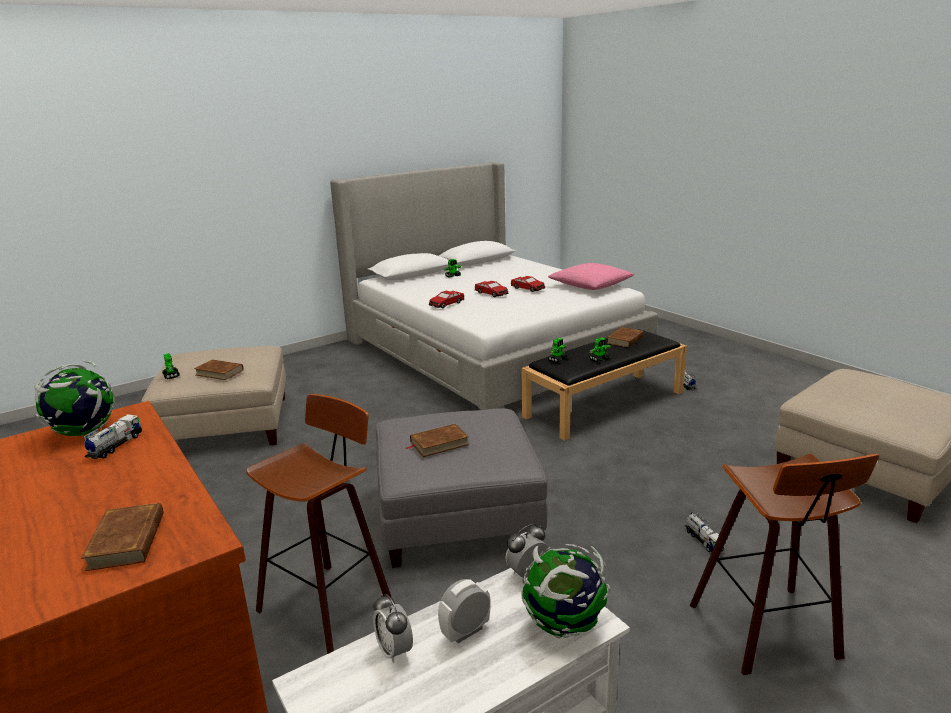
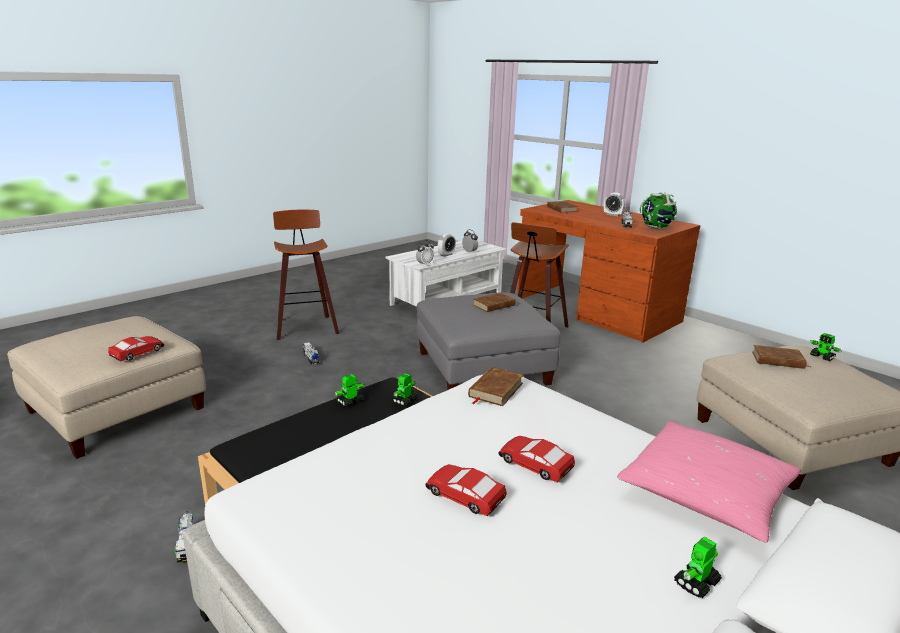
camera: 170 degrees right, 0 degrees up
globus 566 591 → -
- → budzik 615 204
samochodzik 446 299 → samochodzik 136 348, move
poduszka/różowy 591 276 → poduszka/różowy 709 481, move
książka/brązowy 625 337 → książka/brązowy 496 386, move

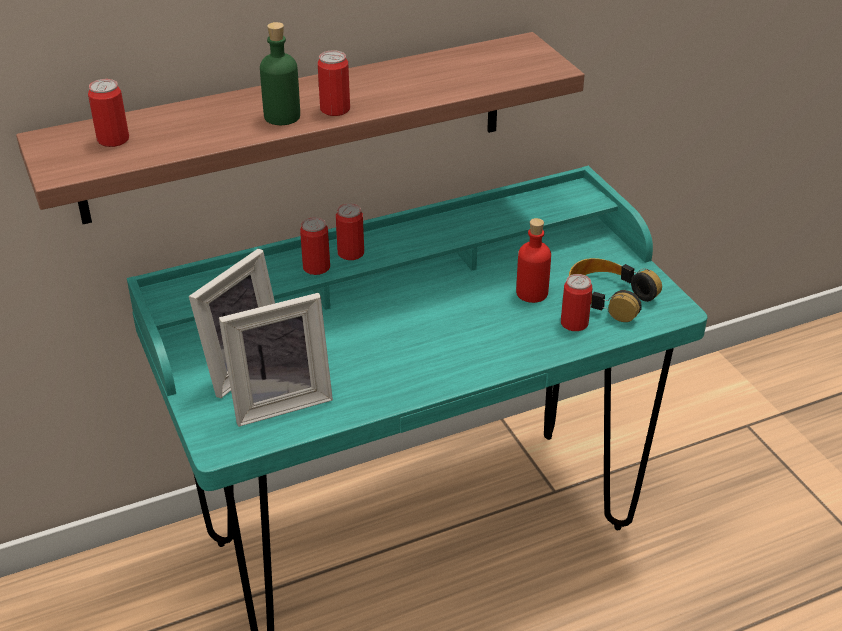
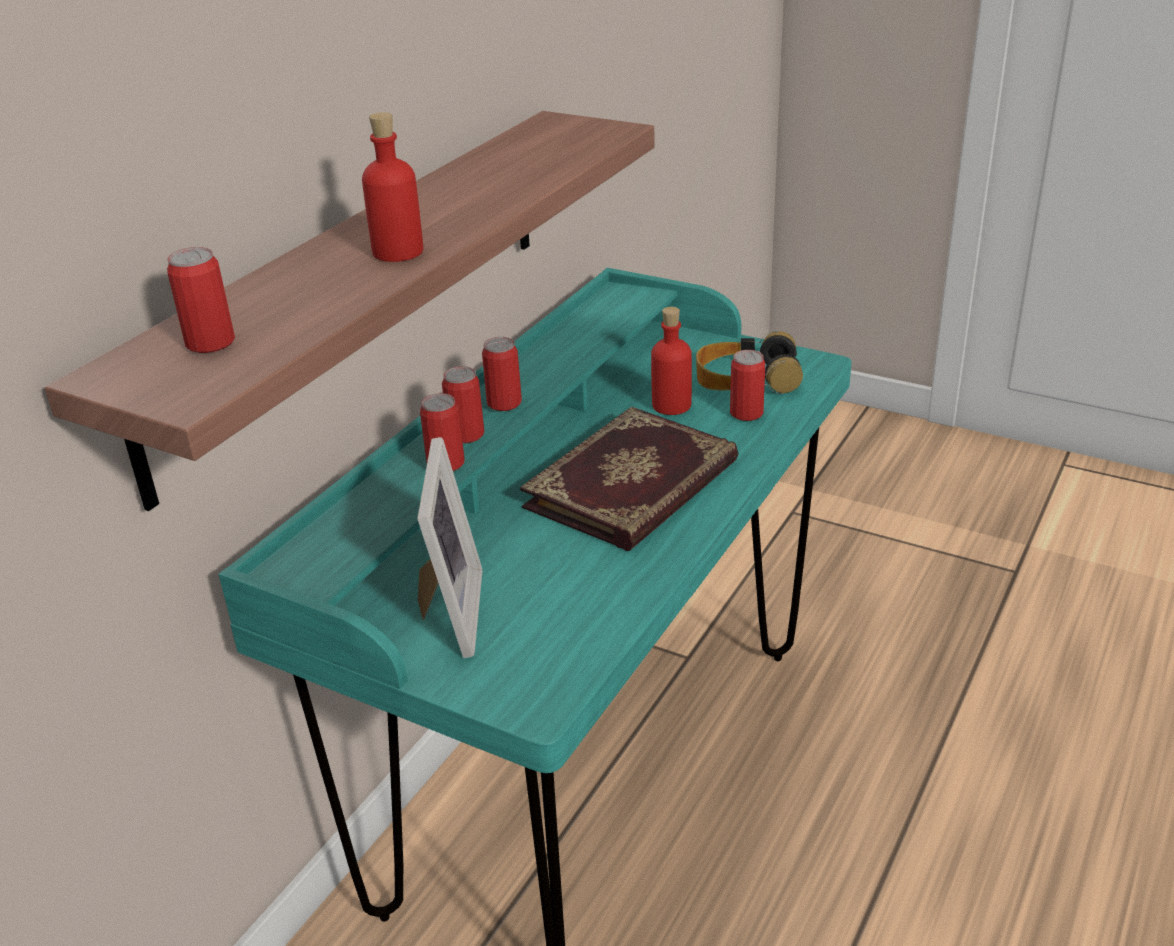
camera: 35 degrees left, 5 degrees down
ramka na zdjęcie 276 360 → -
- → książka 629 479
puszka 334 83 → puszka 502 374, move
butelka/zielony 280 73 → butelka/czerwony 392 187

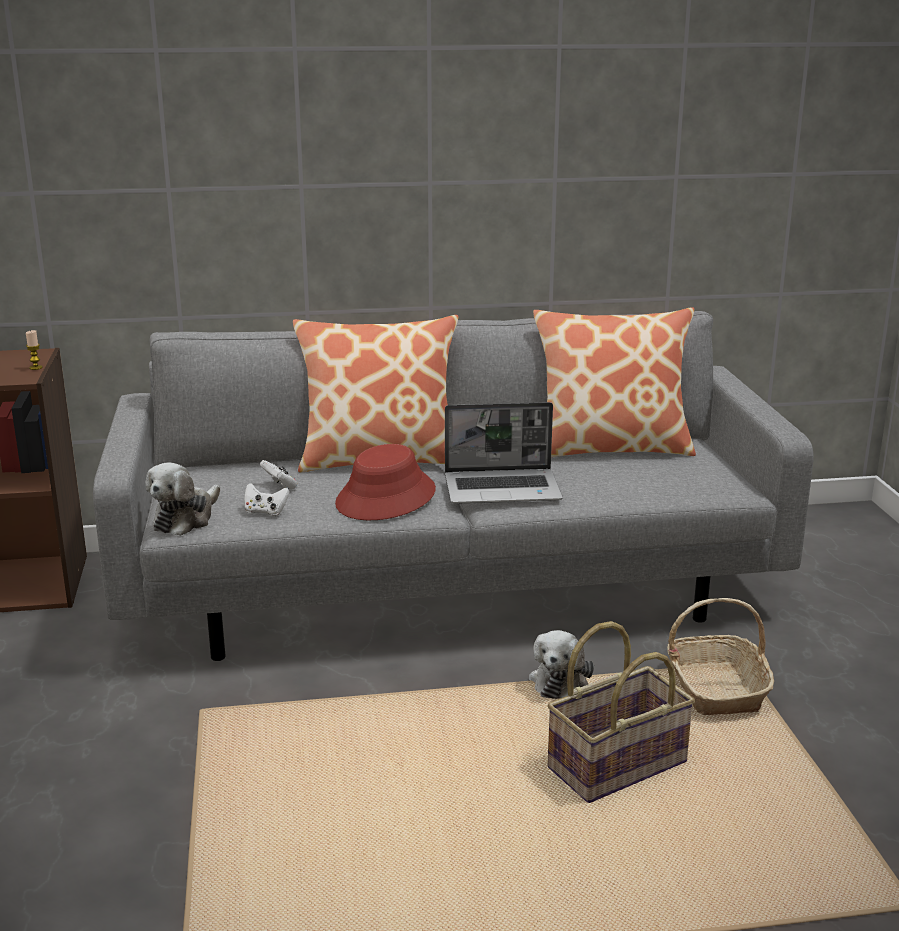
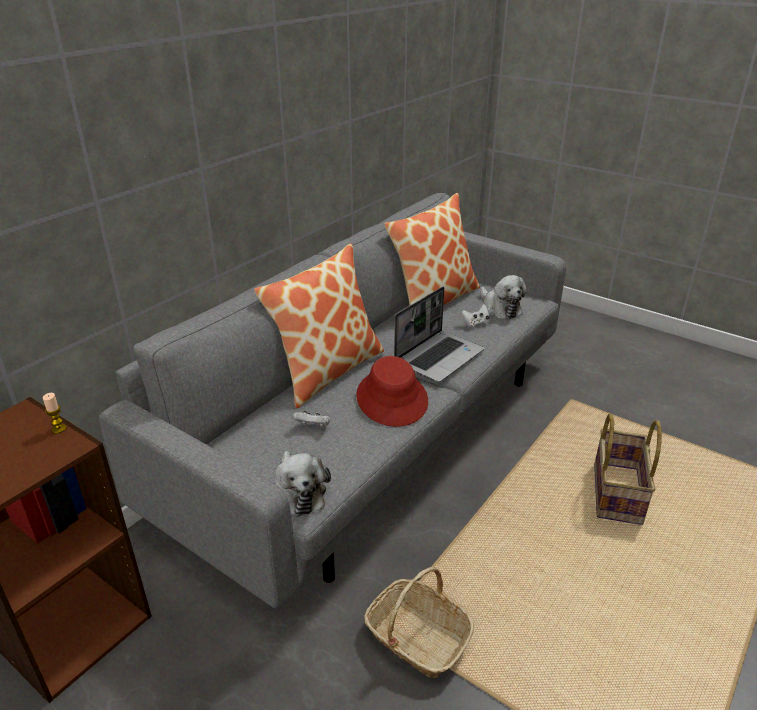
camera: 45 degrees left, 10 degrees up
pad do gier/biały 267 499 → pad do gier/biały 475 316, move
pluszak 561 664 → pluszak 503 297, move
koszyk 720 656 → koszyk 419 622, move

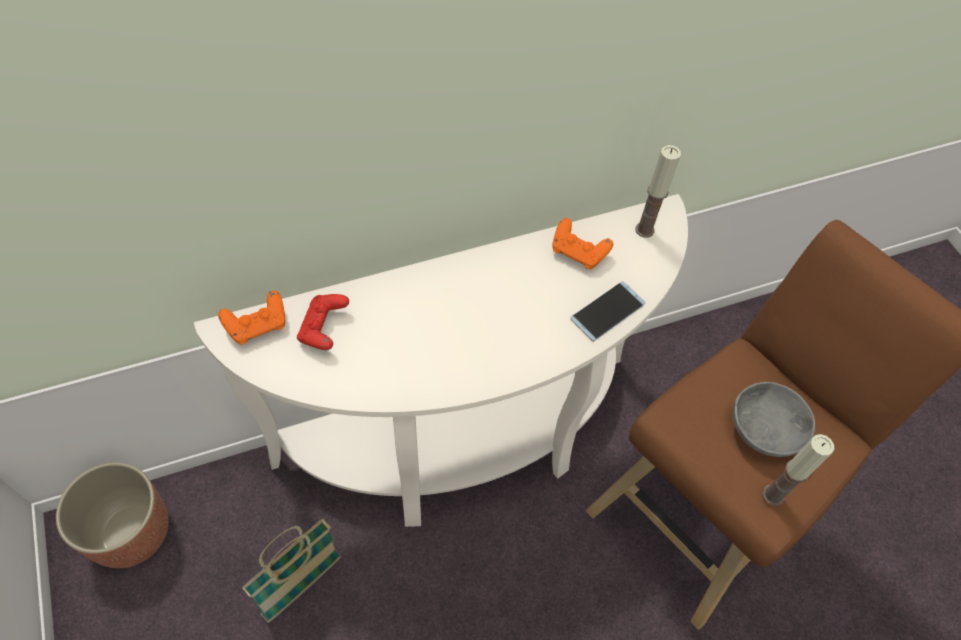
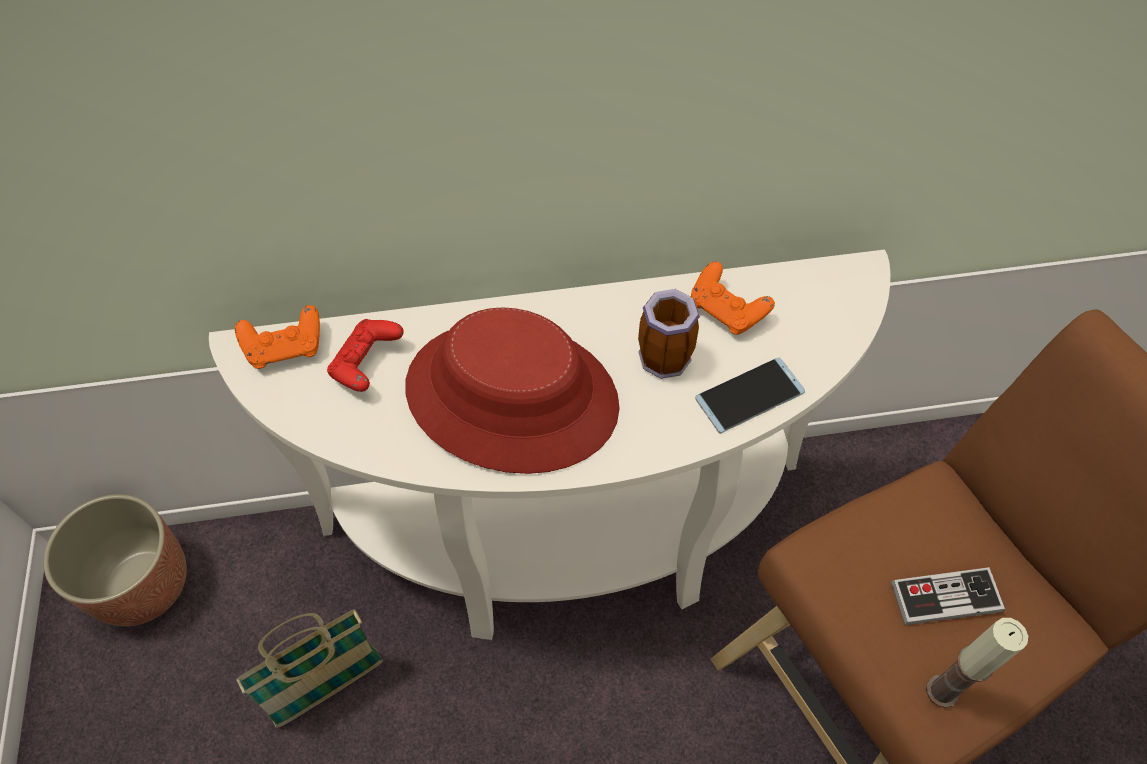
camera: 15 degrees right, 0 degrees up
świeca 658 191 → -
- → kapelusz/czerwony 512 390
- → kubek 669 334
miska/szary 774 419 → pad do gier 948 596

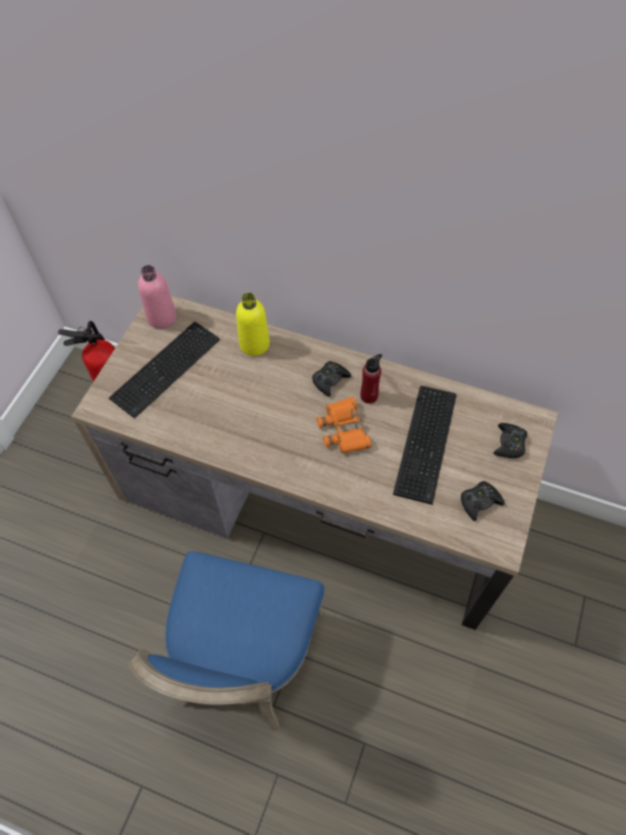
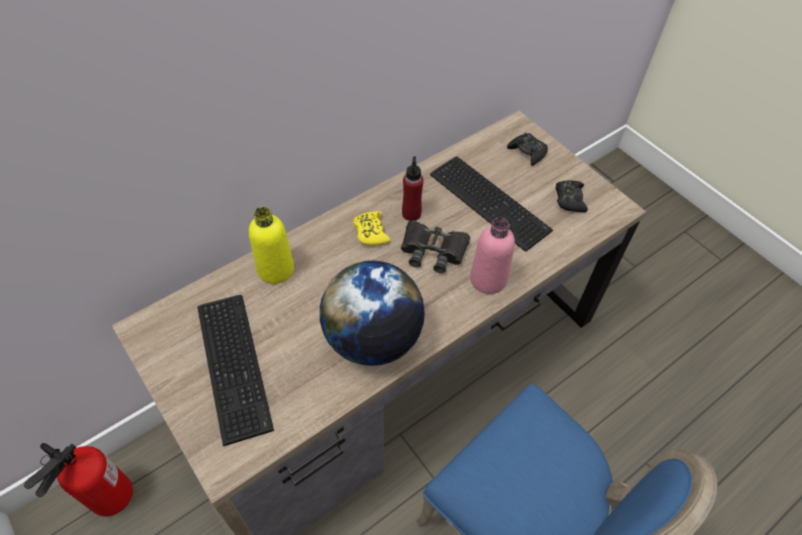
camera: 60 degrees left, 5 degrees down
- → globus 372 313
butelka/różowy 157 297 → butelka/różowy 492 255, move
pad do gier/czarny 331 379 → pad do gier/żółty 372 228
lornetka/pomarańczowy 344 425 → lornetka/czarny 435 247

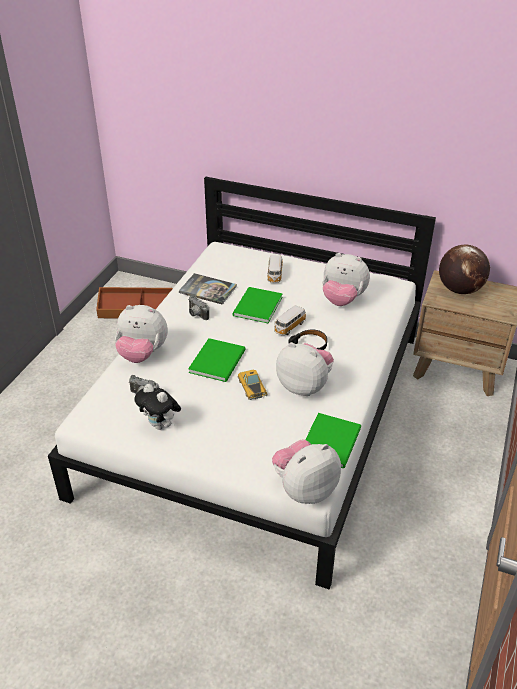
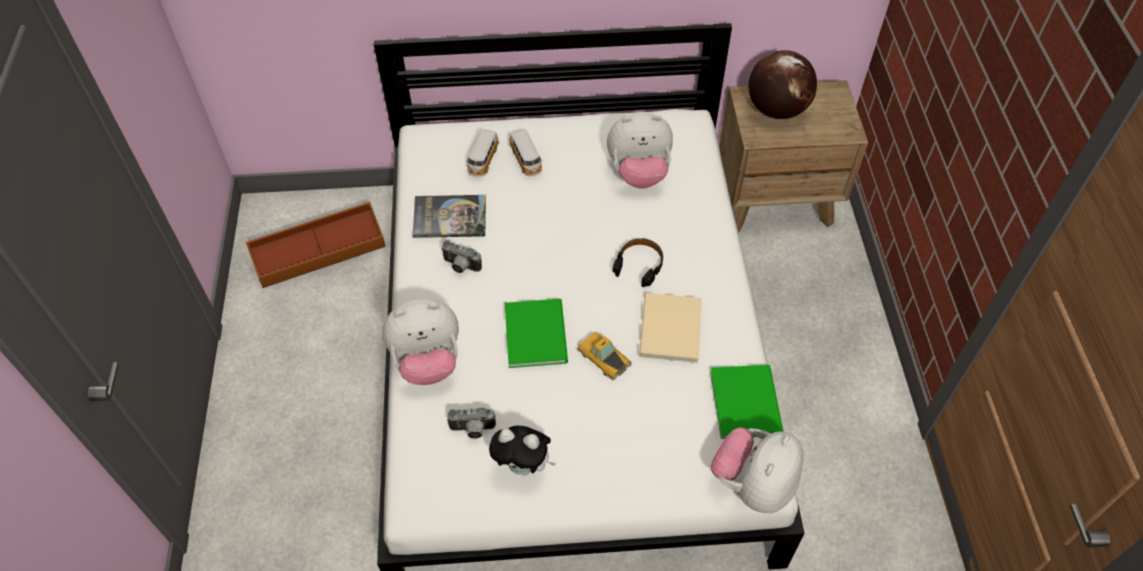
camera: 25 degrees left, 15 degrees up
książka/zielony 257 305 → -
samochodzik 290 320 → samochodzik 482 153, move
pluszak 305 369 → książka/beżowy 670 328

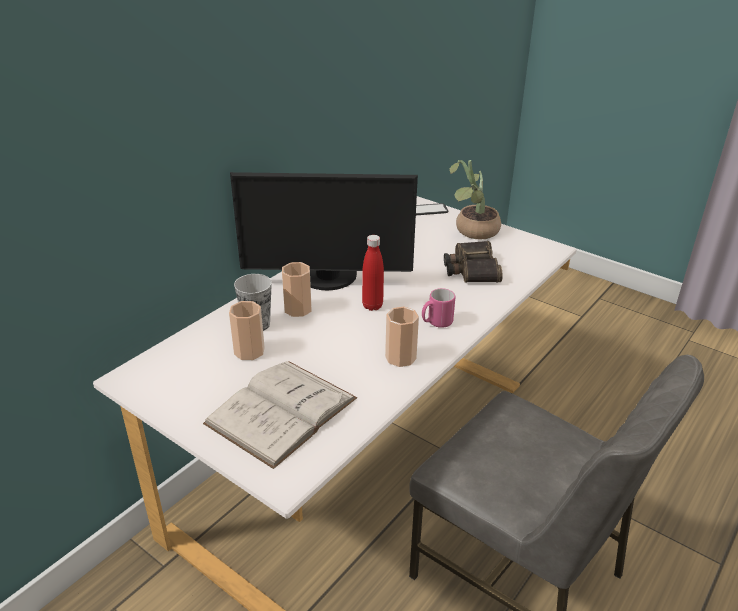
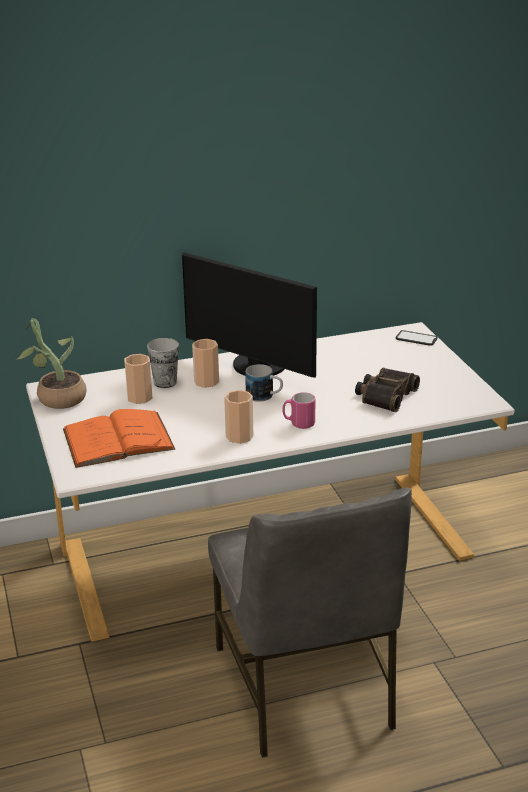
camera: 35 degrees right, 5 degrees down
roślina doniczkowa 475 199 → roślina doniczkowa 50 363, move
butelka/czerwony 373 273 → kubek 264 383
książka/biały 280 415 → książka/pomarańczowy 119 438

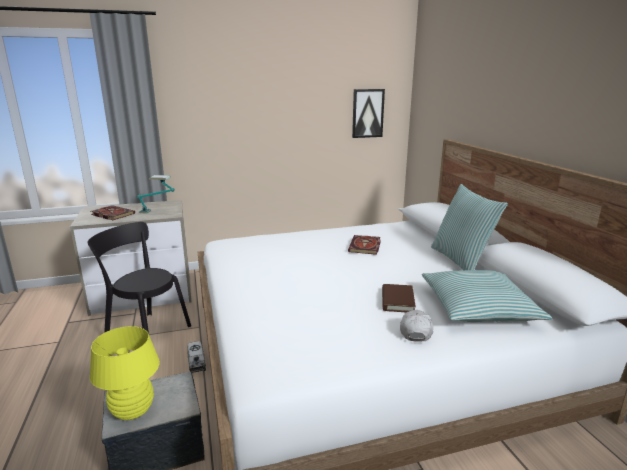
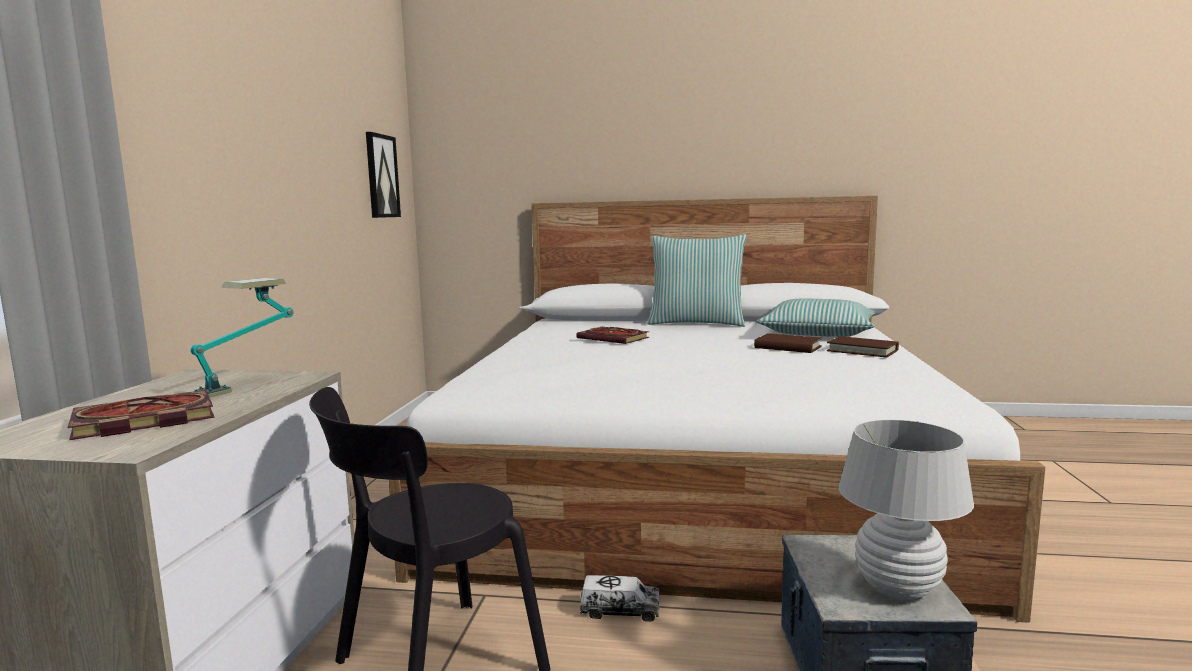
camera: 65 degrees left, 10 degrees down
czapka z daszkiem/biały 416 325 → książka/brązowy 863 347
lampa stołowa/żółty 125 373 → lampa stołowa/biały 906 510

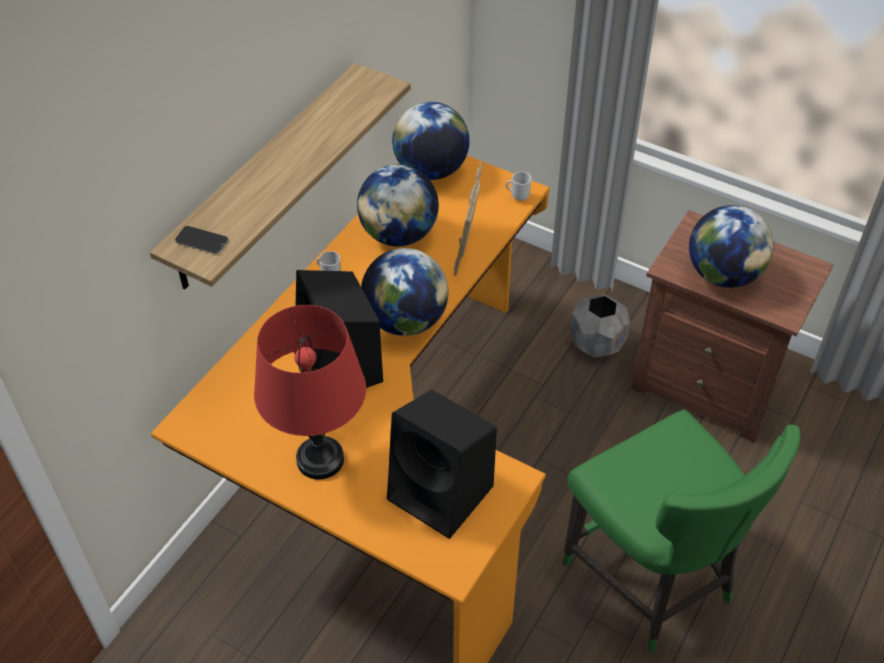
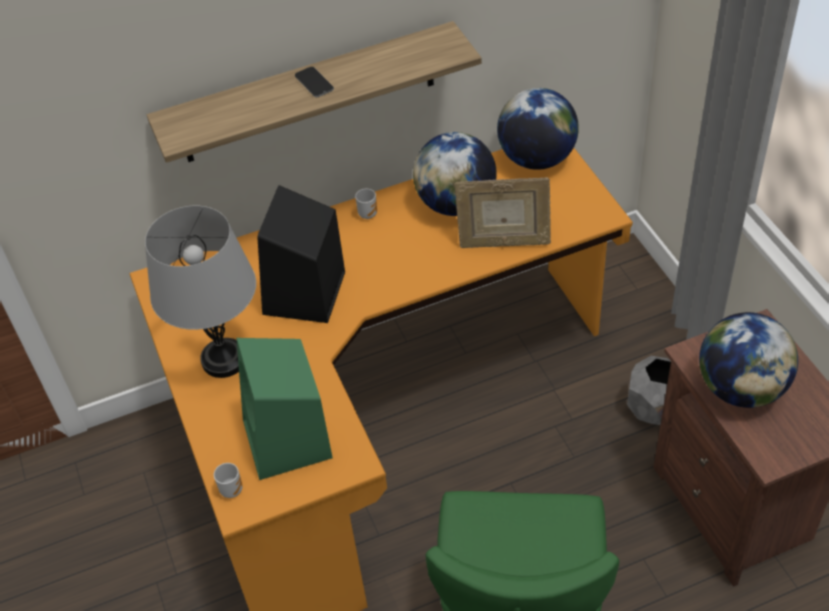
camera: 40 degrees right, 0 degrees up
globus 404 292 → -
telefon 201 240 → telefon 314 82, move
kubek 518 186 → kubek 228 480, move
lampa stołowa/czerwony 310 392 → lampa stołowa/szary 200 292
głośnik/czarny 442 464 → głośnik/zielony 284 409
ramka na zdjęcie 468 219 → ramka na zdjęcie 502 212, 135 degrees counterclockwise

